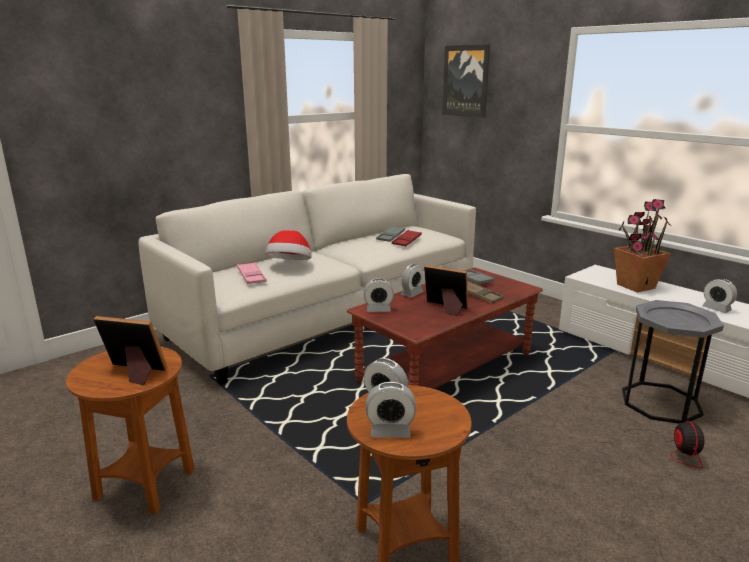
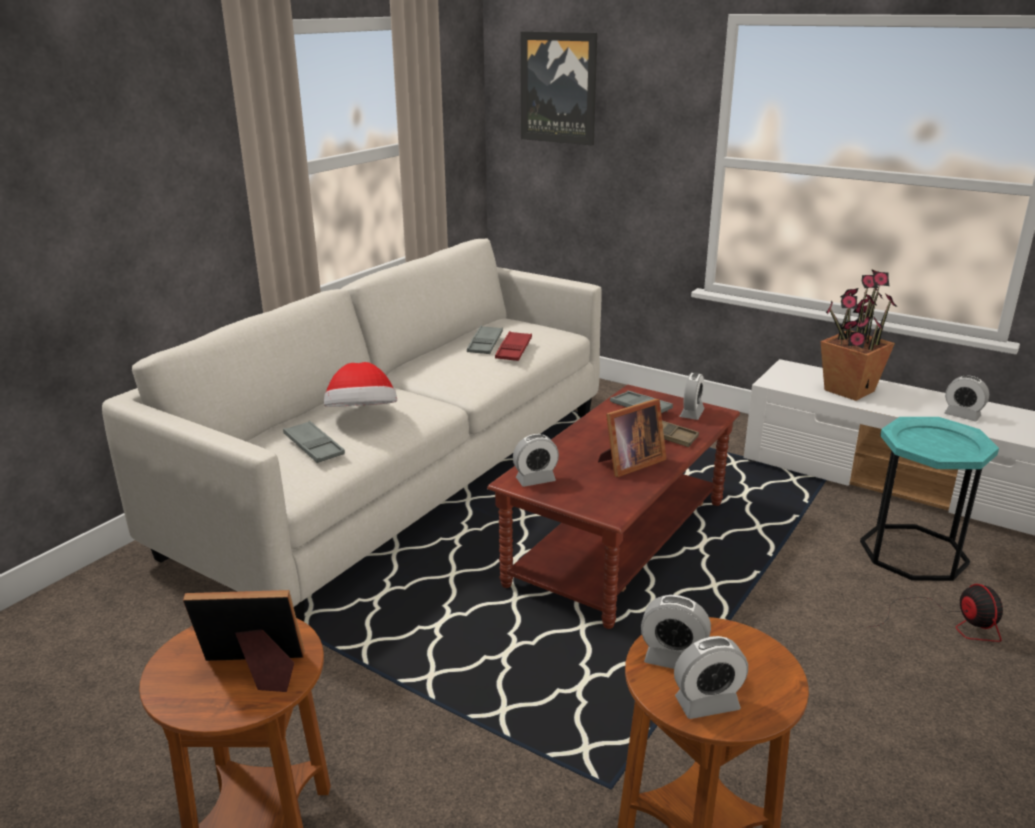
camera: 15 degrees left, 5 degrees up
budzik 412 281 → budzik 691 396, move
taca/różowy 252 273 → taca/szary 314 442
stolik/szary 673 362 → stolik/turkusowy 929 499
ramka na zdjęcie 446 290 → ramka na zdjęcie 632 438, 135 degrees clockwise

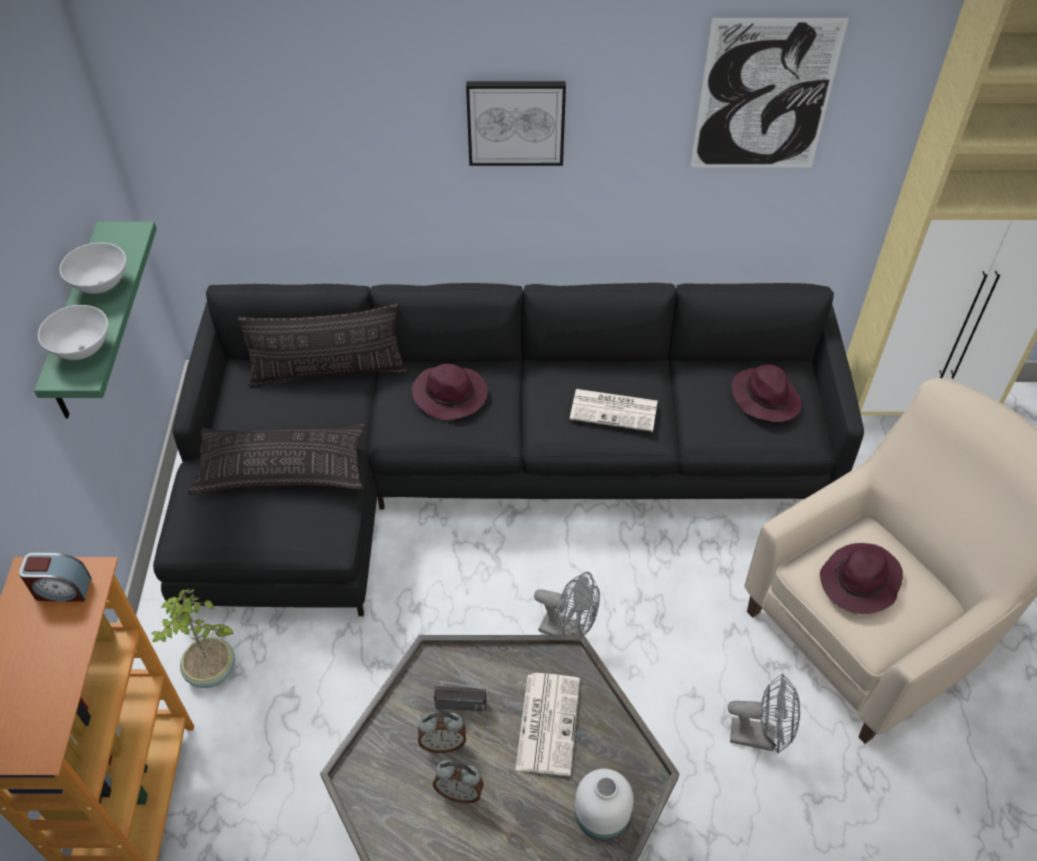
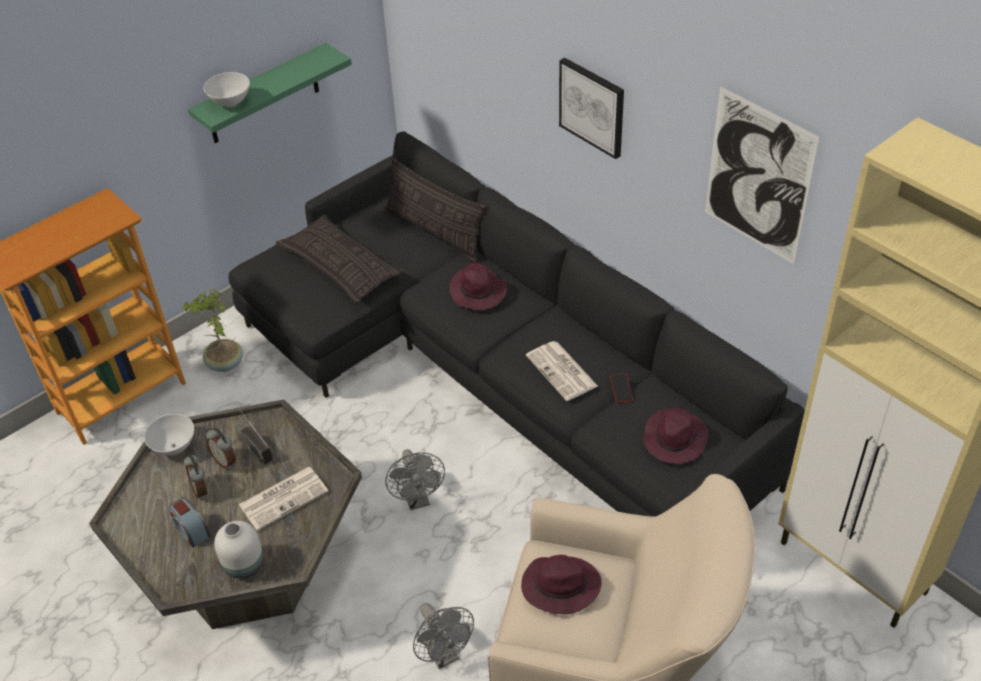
camera: 50 degrees right, 5 degrees down
- → telefon 621 388
budzik 55 577 → budzik 189 522, move
miska/biały 93 268 → miska/biały 169 435, move

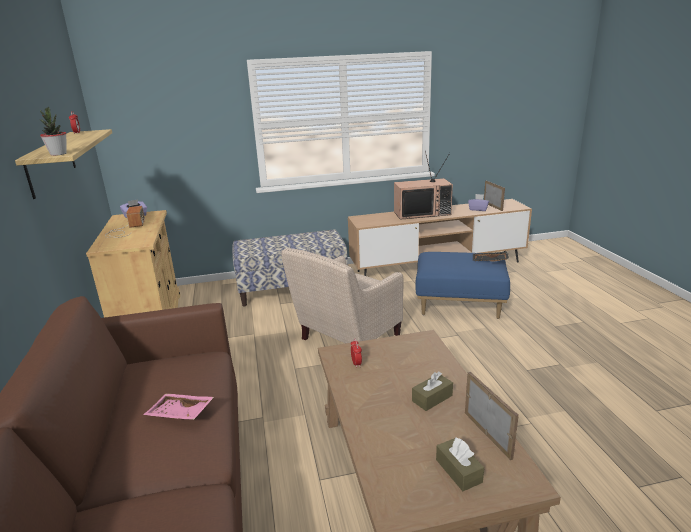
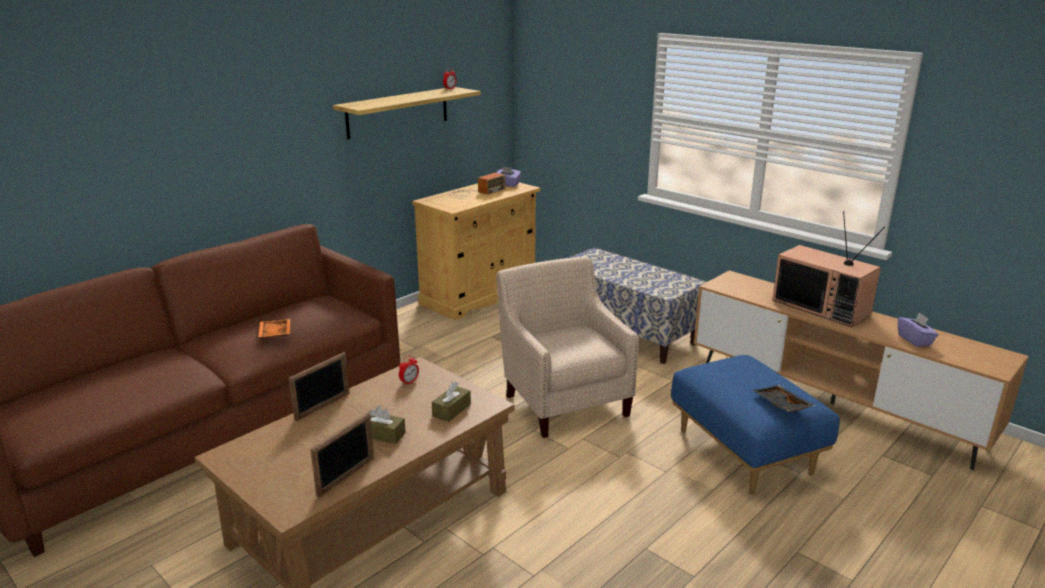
camera: 55 degrees right, 0 degrees up
roślina doniczkowa 53 131 → -
pudełko chusteczek/brązowy 460 464 → pudełko chusteczek/brązowy 451 401, move
ramka na zdjęcie 494 195 → ramka na zdjęcie 319 386, move
taca/różowy 178 407 → taca/pomarańczowy 274 328
fotel/beżowy 342 295 → fotel/beżowy 567 347, 60 degrees clockwise

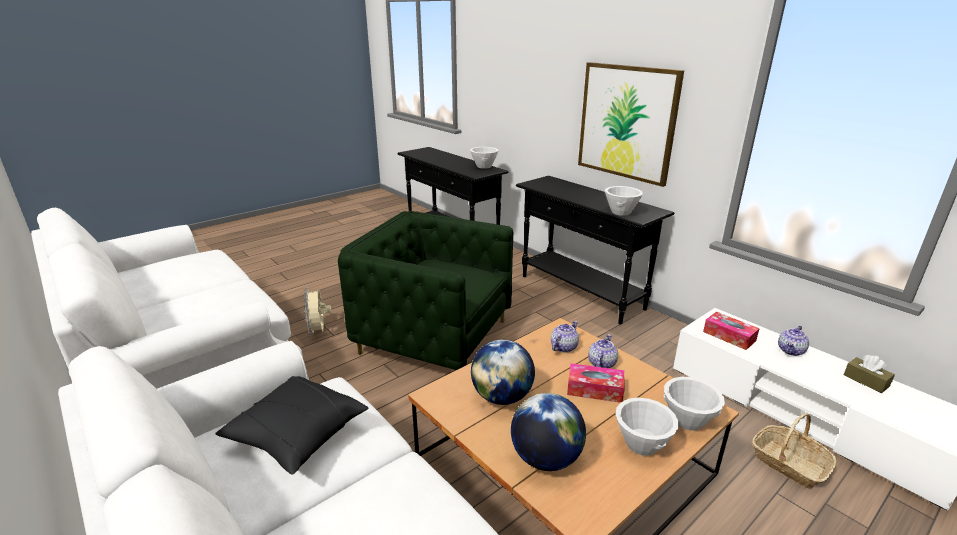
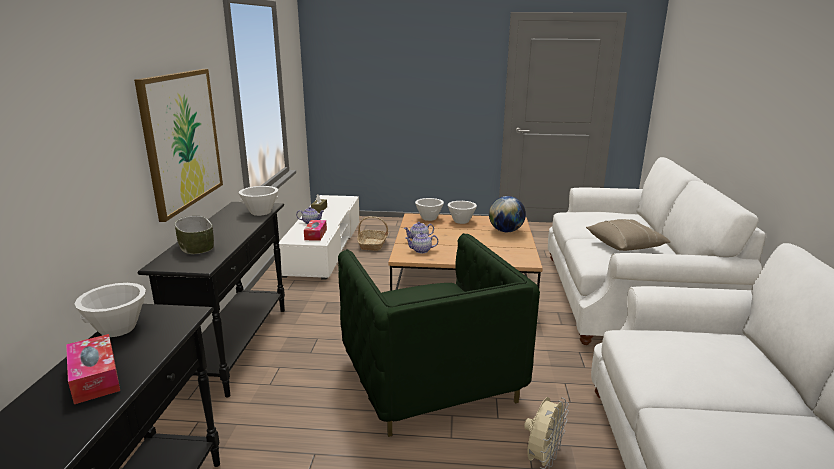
camera: 135 degrees left, 5 degrees down
globus 503 372 → -
- → miska 194 235
pudełko chusteczek 596 383 → pudełko chusteczek 93 369, move
poduszka/czarny 291 425 → poduszka/beżowy 628 235

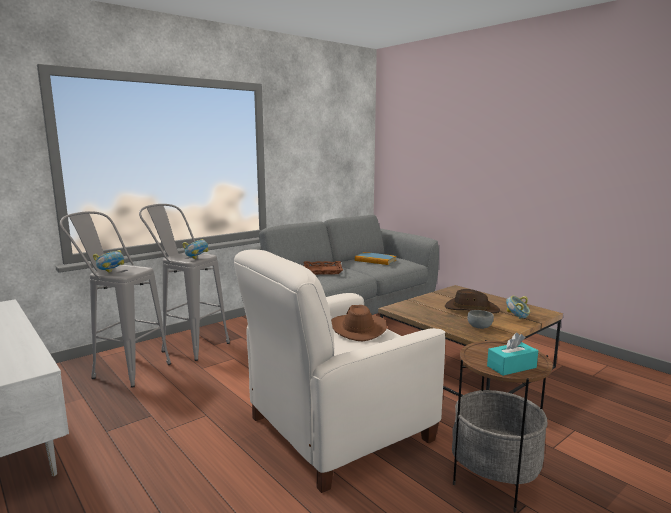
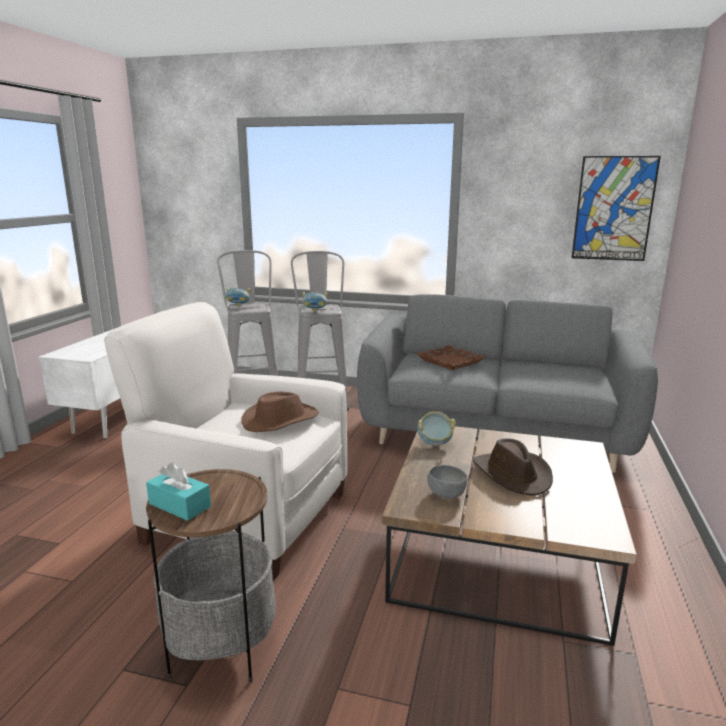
camera: 55 degrees right, 5 degrees up
książka 375 258 → -
- → obraz 616 208
miska 518 307 → miska 437 429, move

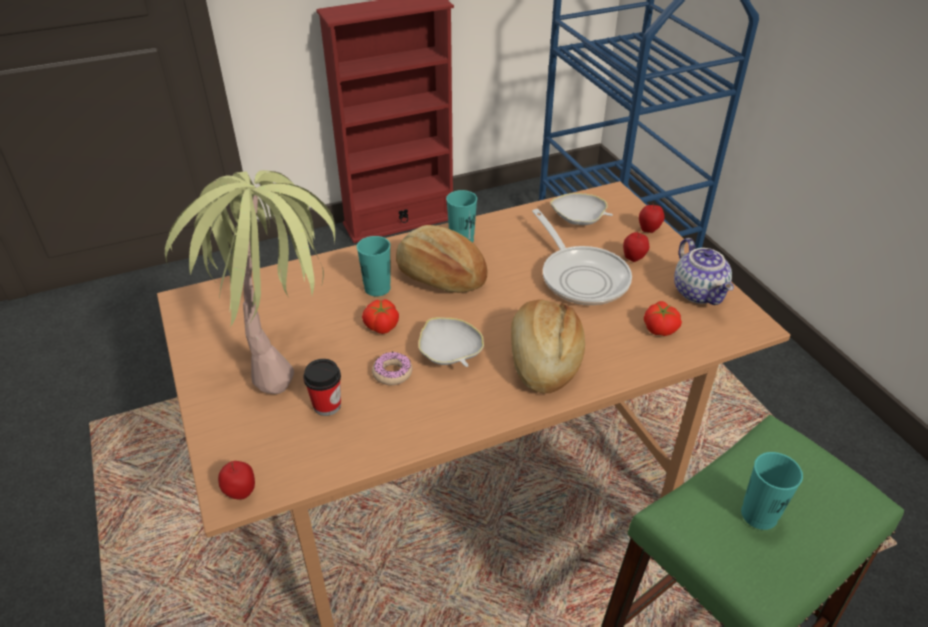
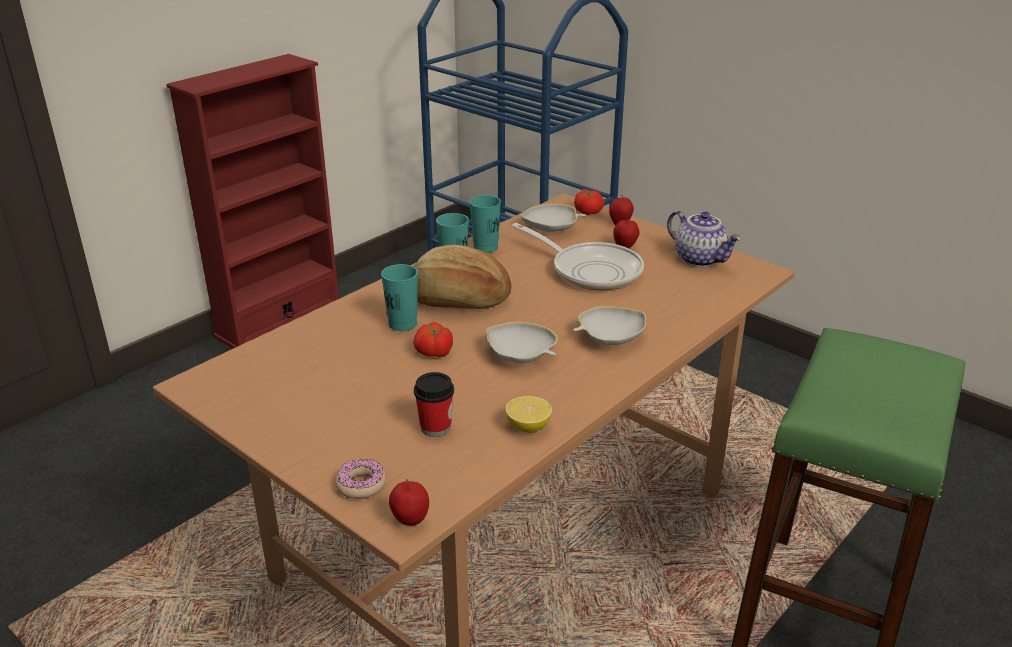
camera: 25 degrees left, 10 degrees down
roślina doniczkowa 250 282 → -
- → cytryna 529 414
donut 392 368 → donut 360 479, move
pomidor 663 318 → pomidor 589 202, move
filiżanka/turkusowy 772 491 → filiżanka/turkusowy 485 224, move
chleb 548 346 → miska/biały 609 325

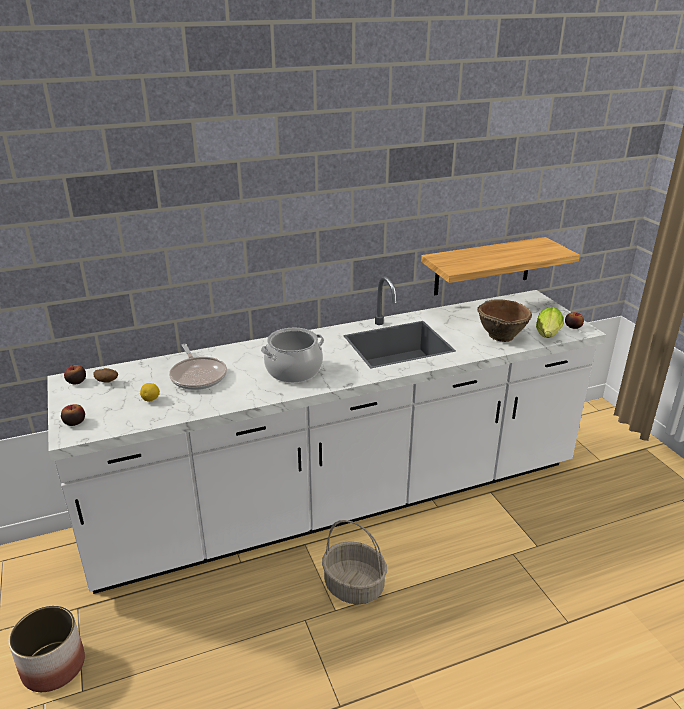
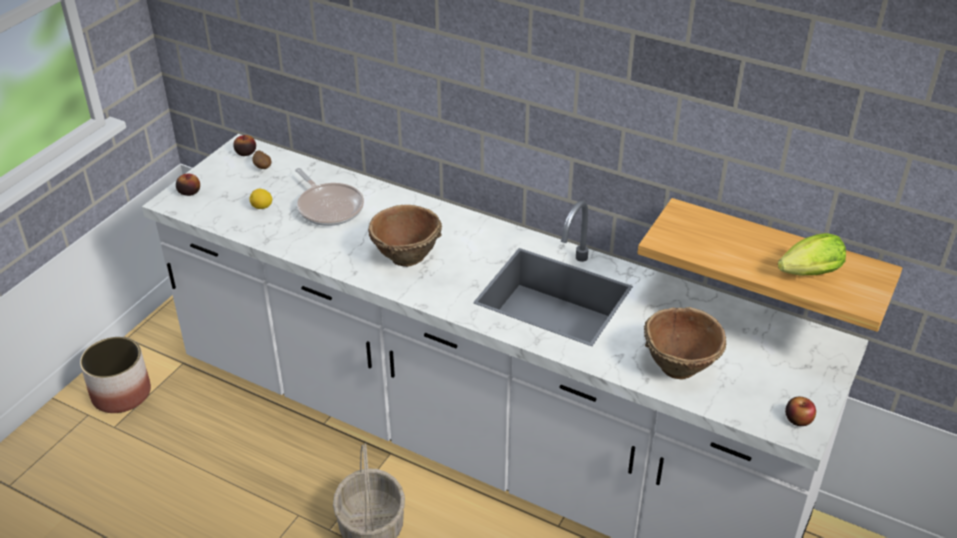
camera: 50 degrees right, 10 degrees up
sałata 550 322 → sałata 812 254, move
garnek 292 355 → miska/brązowy 405 236
patelnia 198 367 → patelnia 329 197, 60 degrees counterclockwise

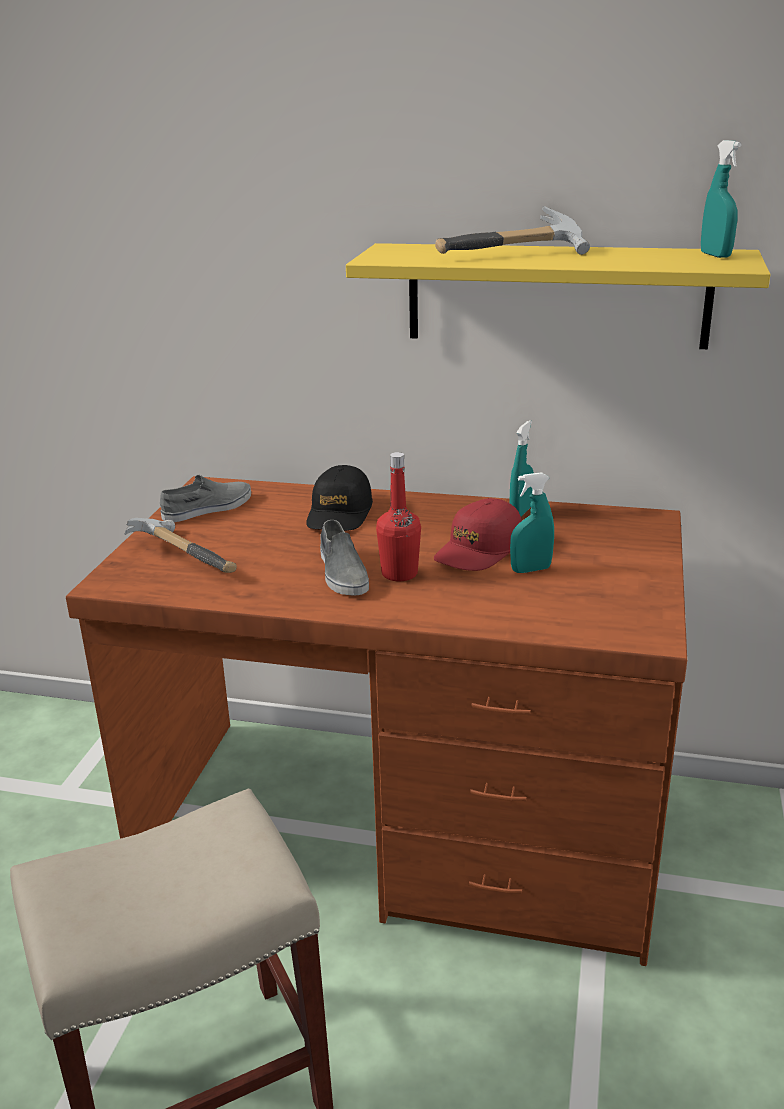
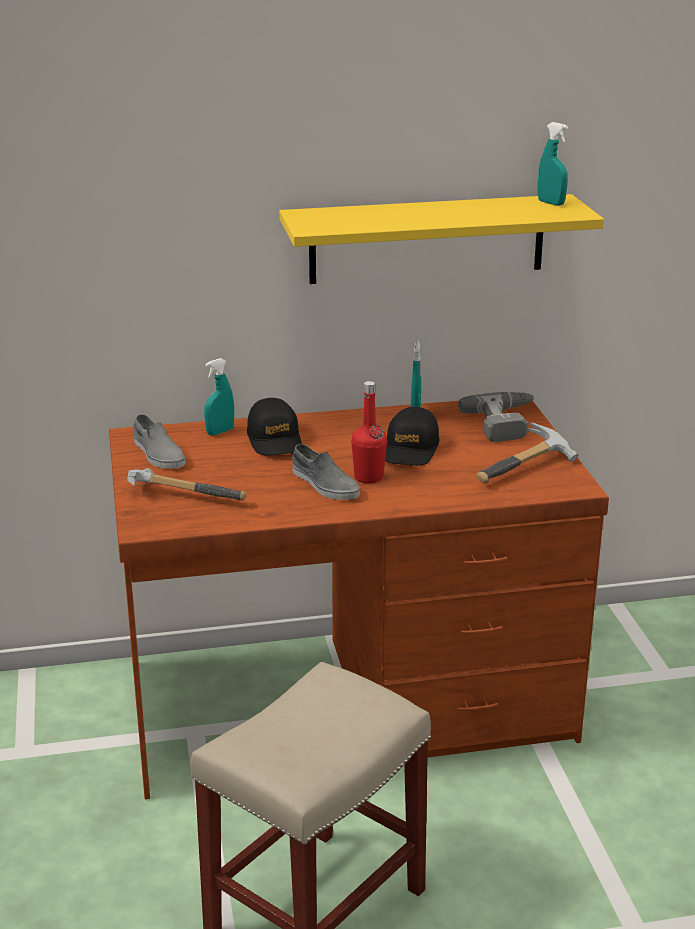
camera: 25 degrees left, 0 degrees up
- → wiertarka 496 417
młotek 512 230 → młotek 527 453, move
spryskiwacz/turkusowy 532 522 → spryskiwacz/turkusowy 219 397, move
czapka z daszkiem/czerwony 478 534 → czapka z daszkiem/czarny 412 436
but/szary 205 498 → but/szary 159 441, 120 degrees clockwise

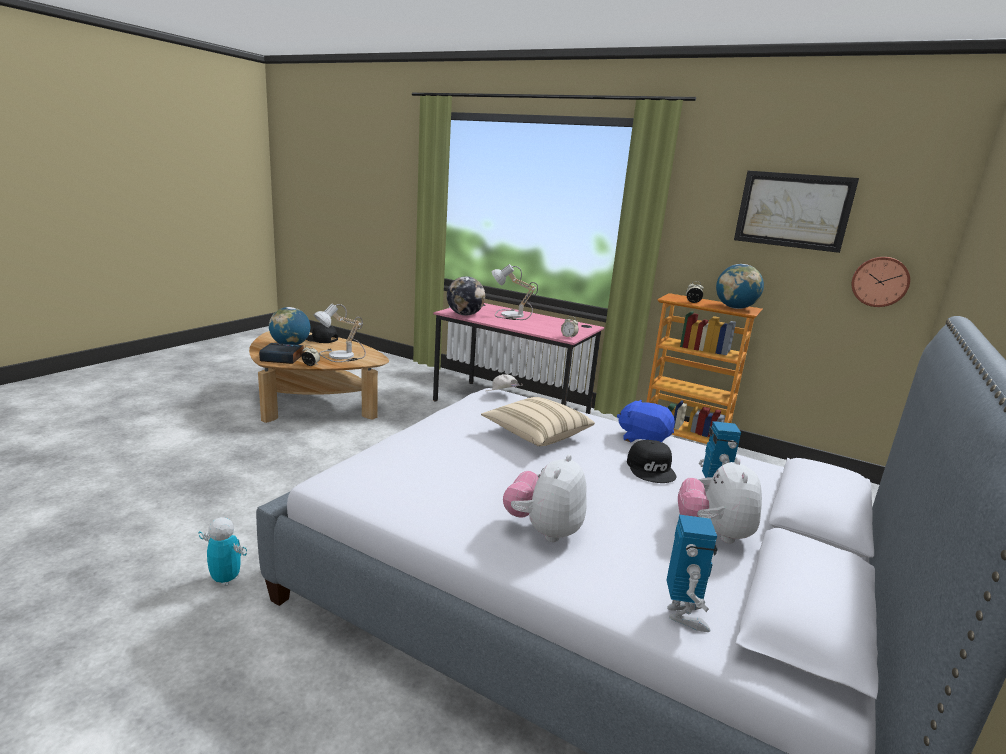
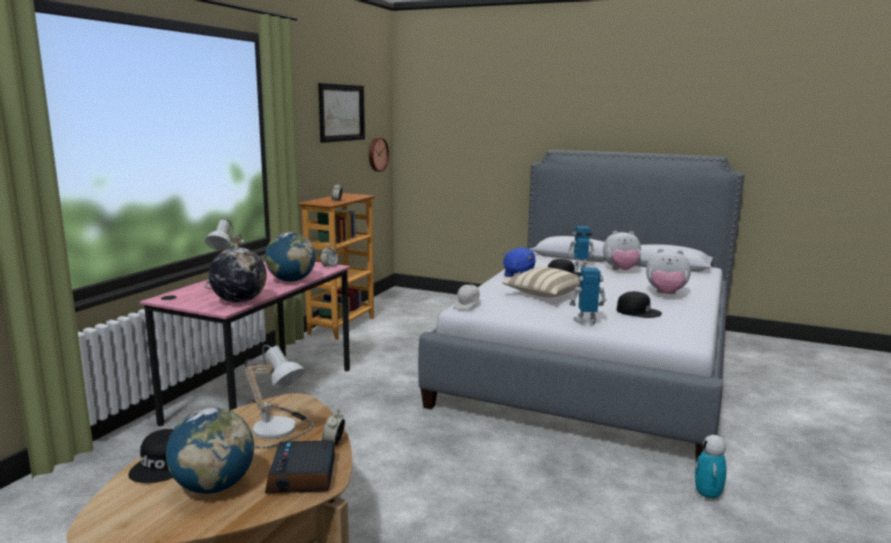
camera: 95 degrees left, 5 degrees down
- → czapka z daszkiem/czarny 639 304
robot zabawkowy 692 573 → robot zabawkowy 587 296, move
globus 740 286 → globus 290 257, move

